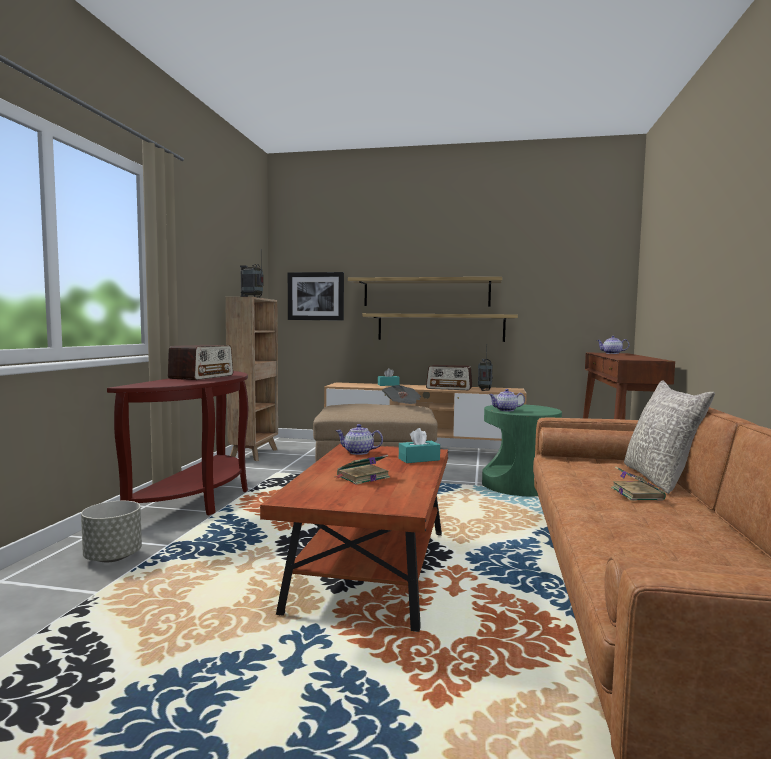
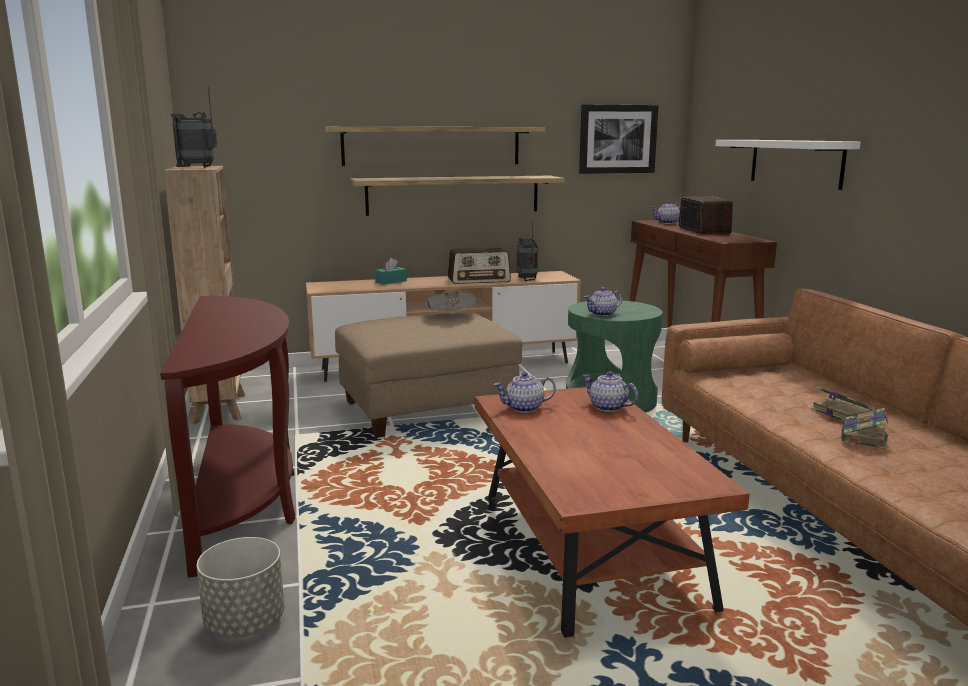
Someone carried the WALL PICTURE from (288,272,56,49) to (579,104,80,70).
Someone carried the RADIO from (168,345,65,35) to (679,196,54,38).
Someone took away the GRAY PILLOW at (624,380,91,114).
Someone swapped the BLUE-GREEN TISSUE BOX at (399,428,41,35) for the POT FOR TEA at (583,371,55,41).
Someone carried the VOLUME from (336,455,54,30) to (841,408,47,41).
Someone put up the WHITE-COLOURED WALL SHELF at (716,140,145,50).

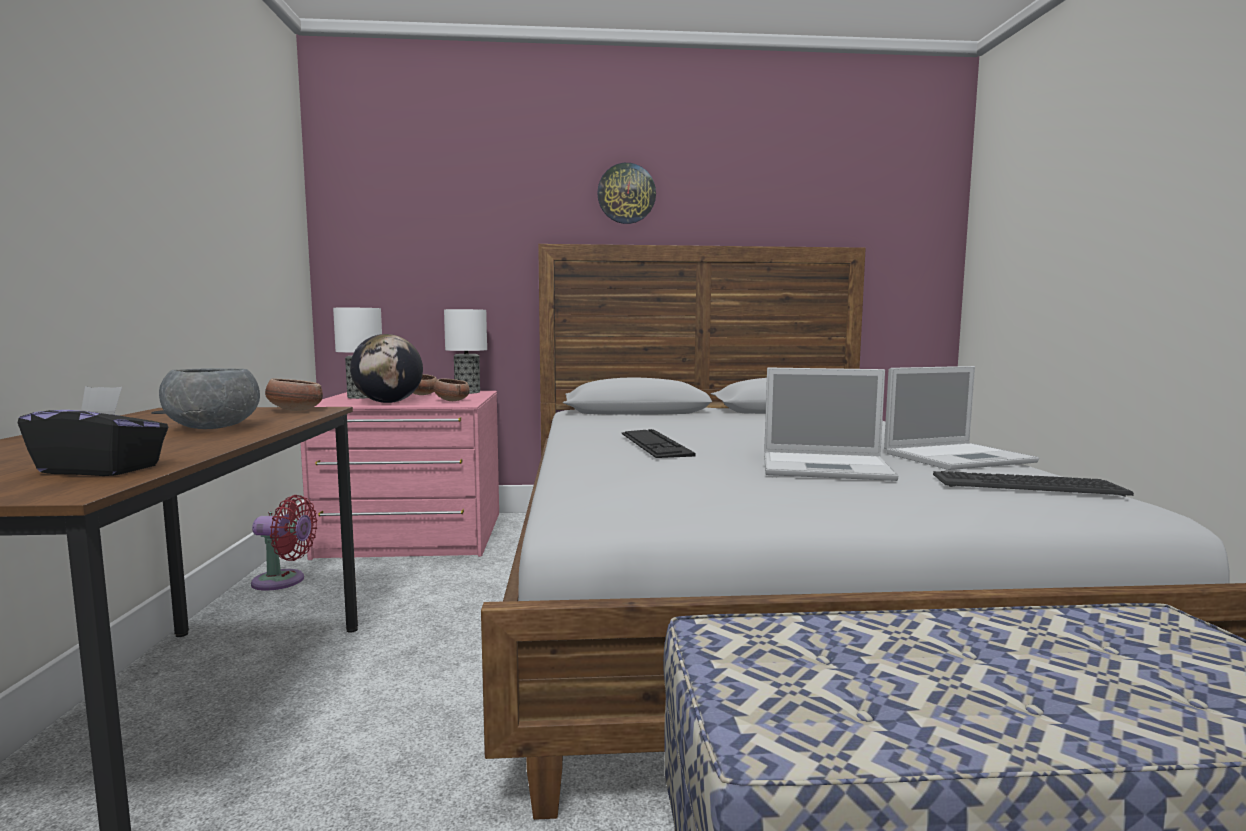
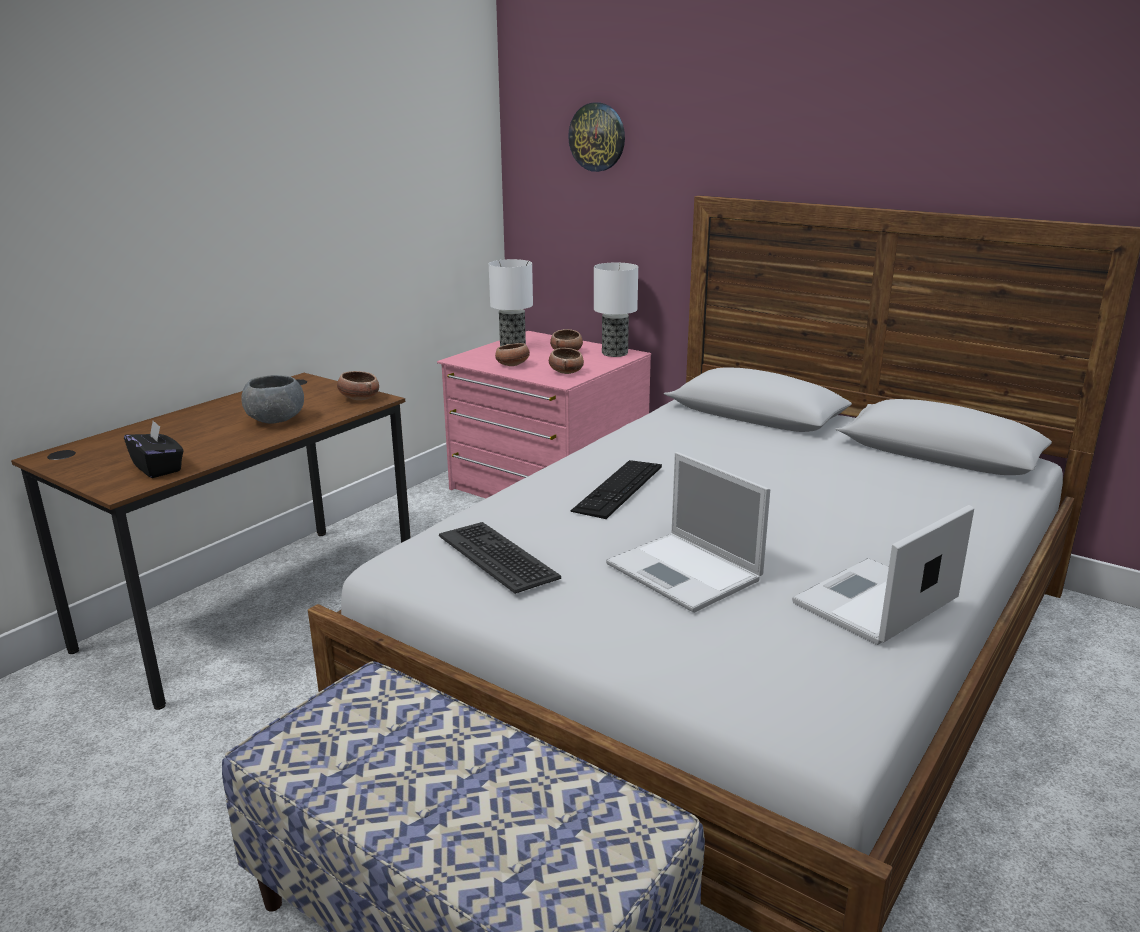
Someone carried the WALL CLOCK from (597,163,59,61) to (568,103,57,69).
Someone swapped the GLOBE at (350,334,73,69) for the BOWL at (495,343,35,23).
Someone rotated the PORTABLE COMPUTER at (884,366,155,104) by 120 degrees clockwise.
Someone carried the COMPUTER KEYBOARD from (933,471,201,26) to (439,522,122,72).
Someone took away the REDDISH COOLING FAN at (251,495,67,96).

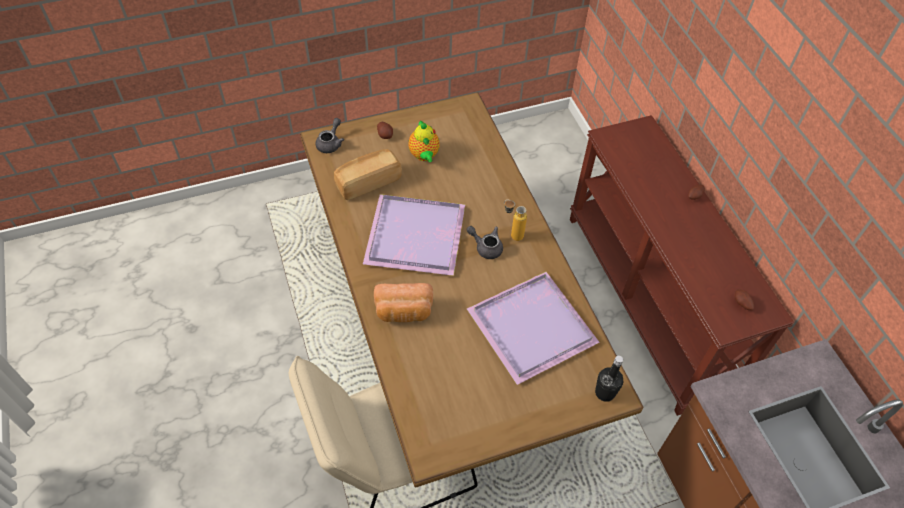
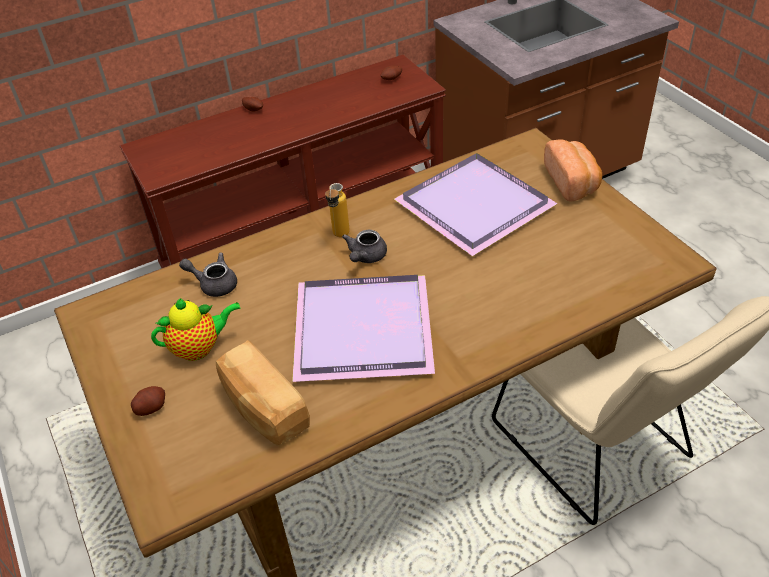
Someone carried the GRAY POT FOR TEA from (316,118,28,35) to (179,253,58,44).
Someone carried the BAKED BREAD from (374,283,59,39) to (544,139,58,63).
Someone took away the BLACK BOTTLE at (595,355,29,47).

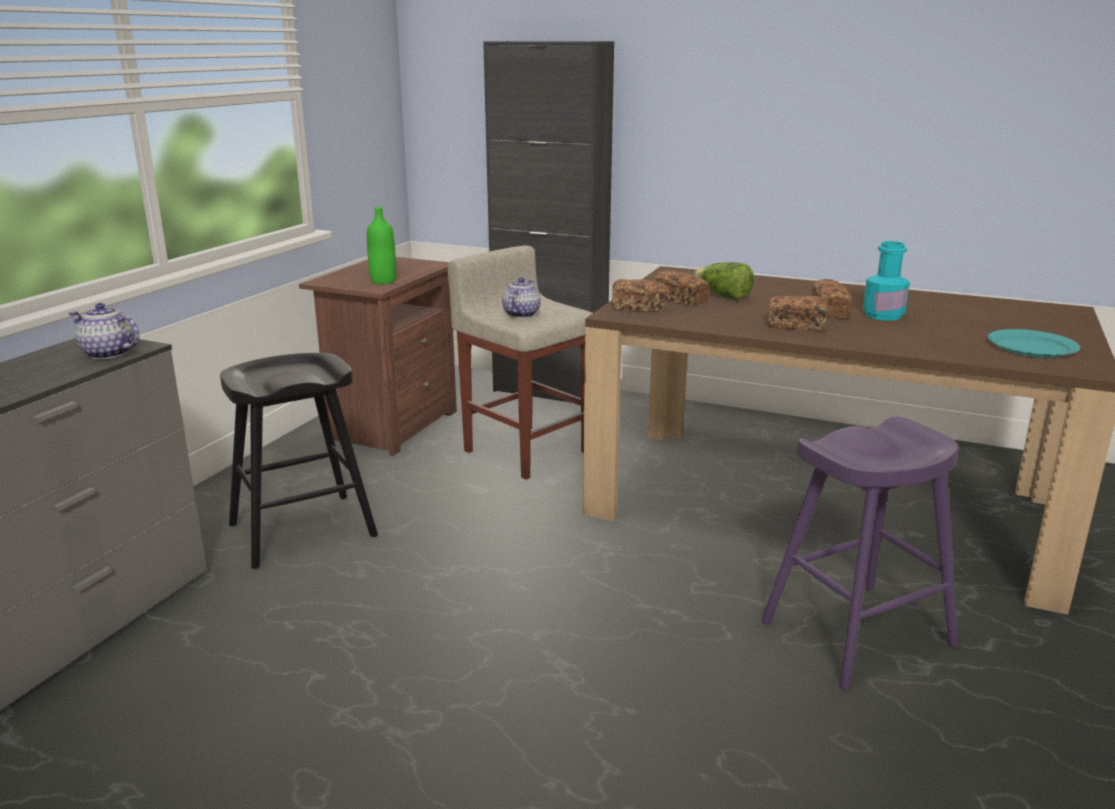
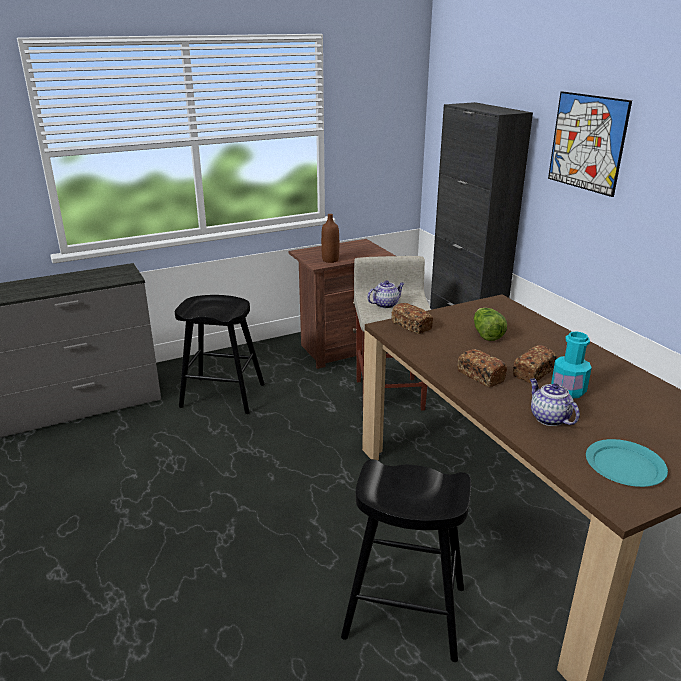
Someone repainted the GREEN BOTTLE at (367,207,29,77), which became the BROWN BOTTLE at (321,214,18,49).
Someone took away the BAKED BREAD at (653,270,56,36).
Someone carried the POT FOR TEA from (68,303,71,56) to (530,378,50,48).
Someone repainted the PURPLE STOOL at (762,416,197,274), which became the BLACK STOOL at (341,459,130,203).
Someone put up the WALL PICTURE at (548,91,84,106).

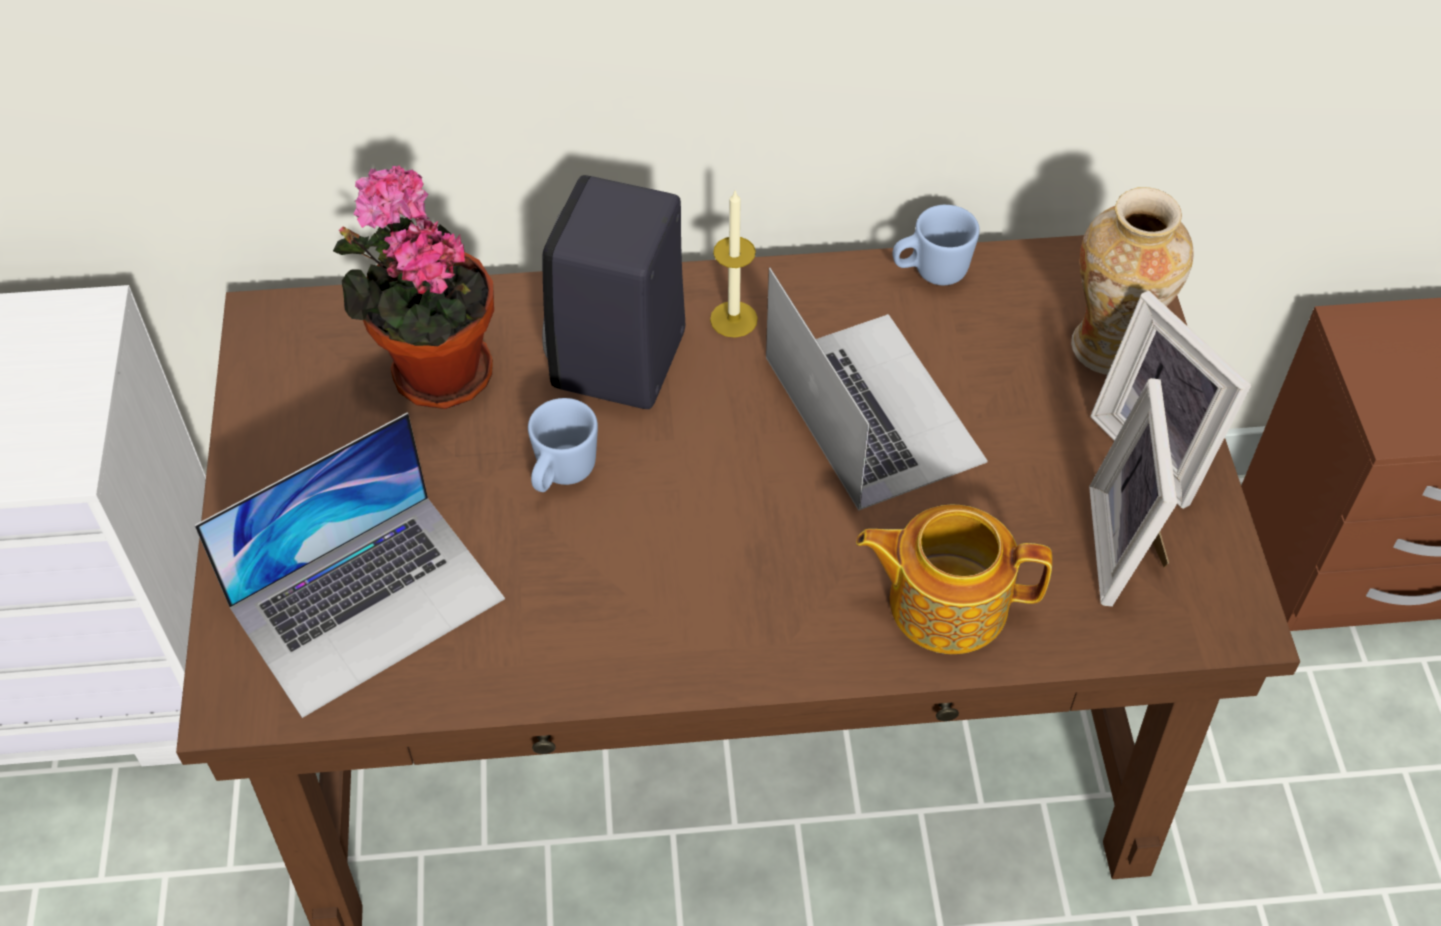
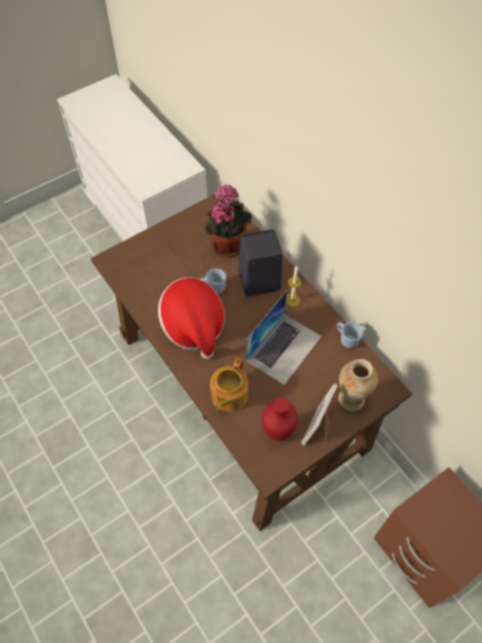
Someone swapped the PICTURE FRAME at (1089,378,88,229) for the REDDISH DECORATIVE VASE at (262,397,36,44).
Someone took away the PORTABLE COMPUTER at (194,412,311,306).
Someone rotated the POT FOR TEA at (856,504,196,150) by 135 degrees counterclockwise.
Someone put down the HAT at (158,277,67,82).

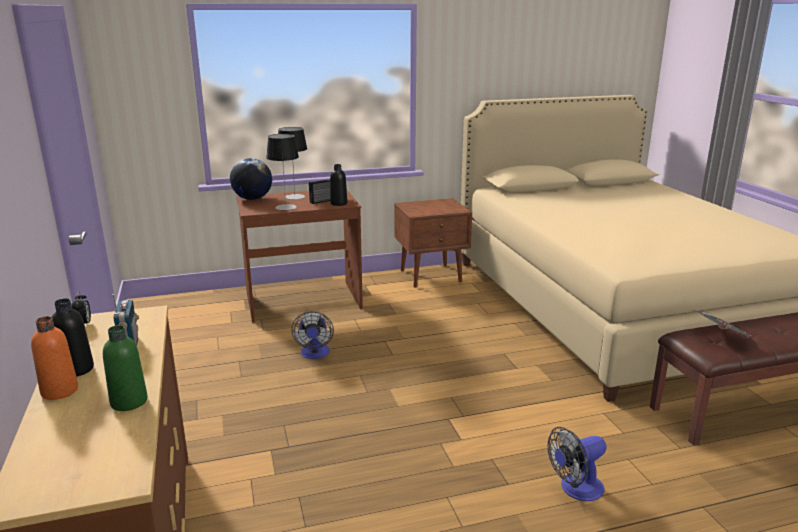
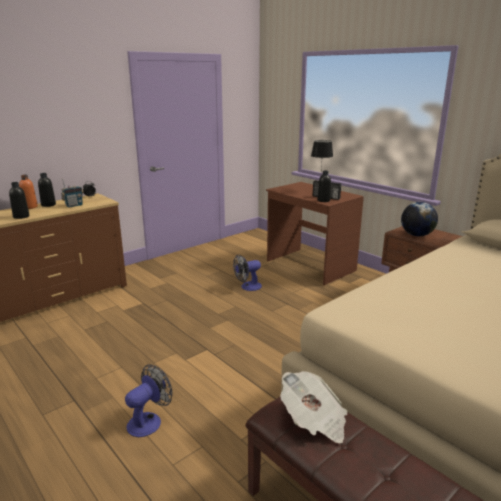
Someone took away the TABLETOP LAMP at (266,134,33,76).
Someone carried the GLOBE from (230,158,42,42) to (401,202,37,34).
Someone repainted the GREEN BOTTLE at (103,325,45,86), which became the BLACK BOTTLE at (9,182,20,37).
Someone rotated the COOLING FAN at (547,427,60,74) by 90 degrees clockwise.

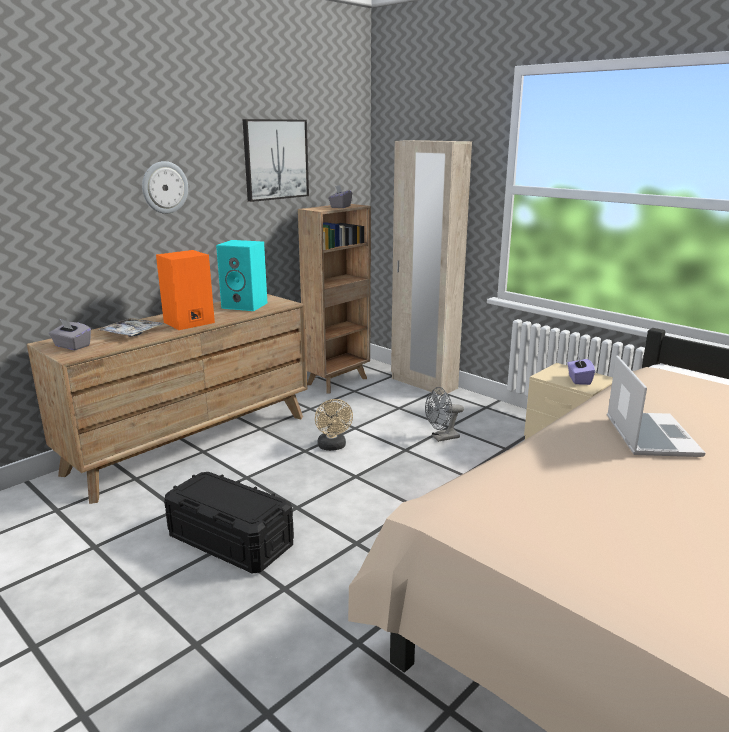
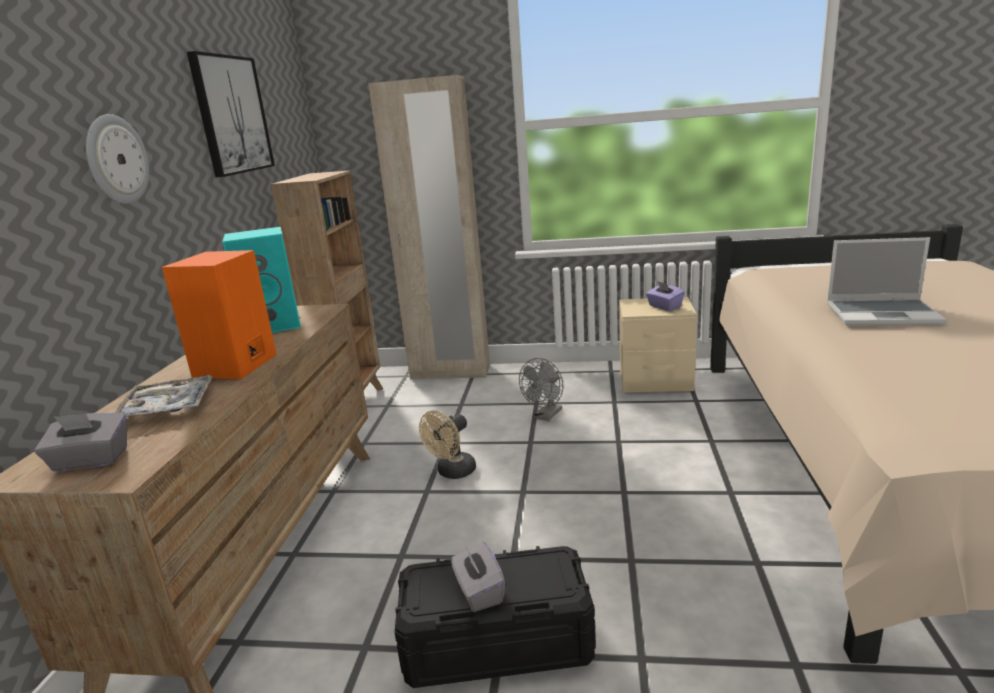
Someone carried the GRAY TISSUE BOX from (328,185,24,23) to (451,542,54,70).
Someone rotated the PORTABLE COMPUTER at (607,355,98,102) by 135 degrees clockwise.
Someone rotated the BEIGE COOLING FAN at (315,399,38,52) by 90 degrees clockwise.

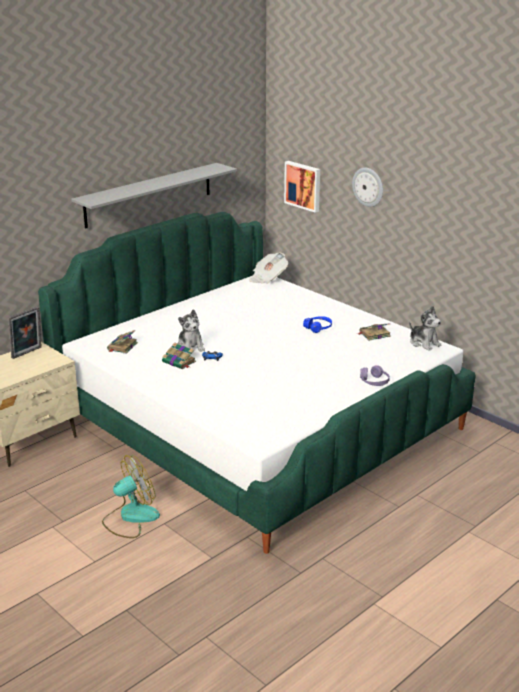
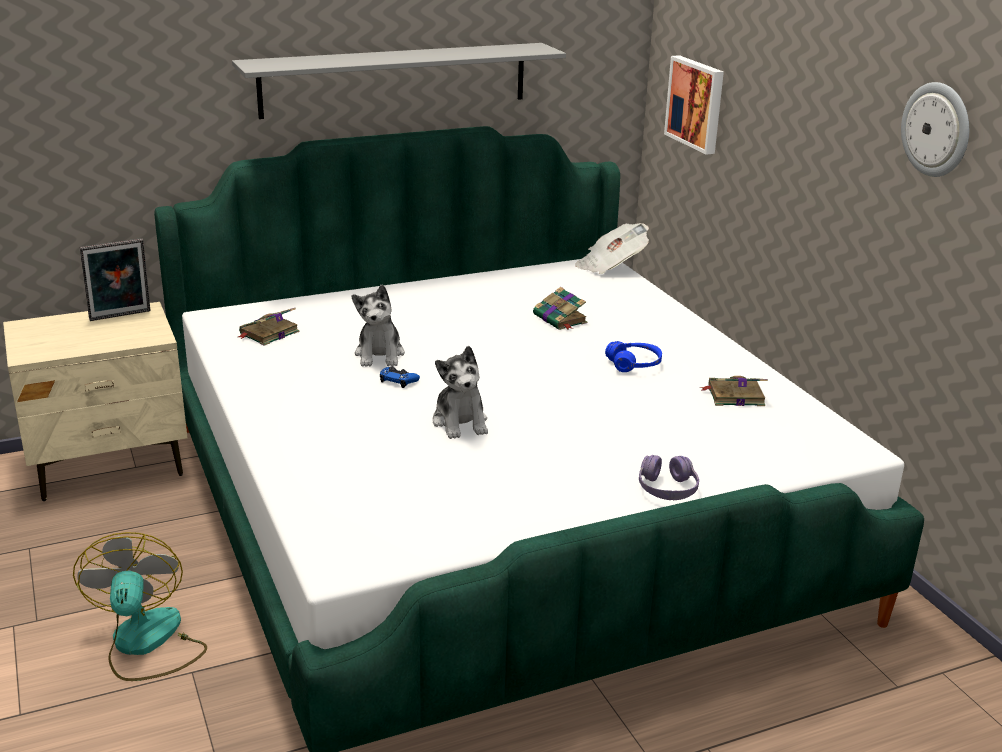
Someone carried the WALL CLOCK from (352,168,31,39) to (901,82,68,95).
Someone carried the PLUSH TOY from (409,306,33,45) to (433,346,55,93).
Someone carried the VOLUME from (162,342,34,27) to (533,287,54,43).
Someone rotated the COOLING FAN at (102,455,58,83) by 90 degrees counterclockwise.

